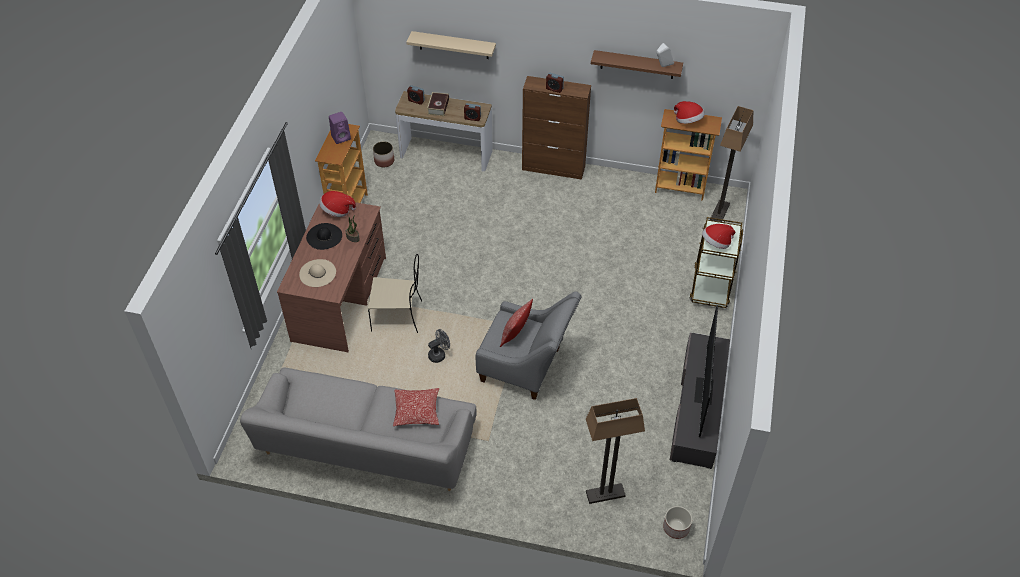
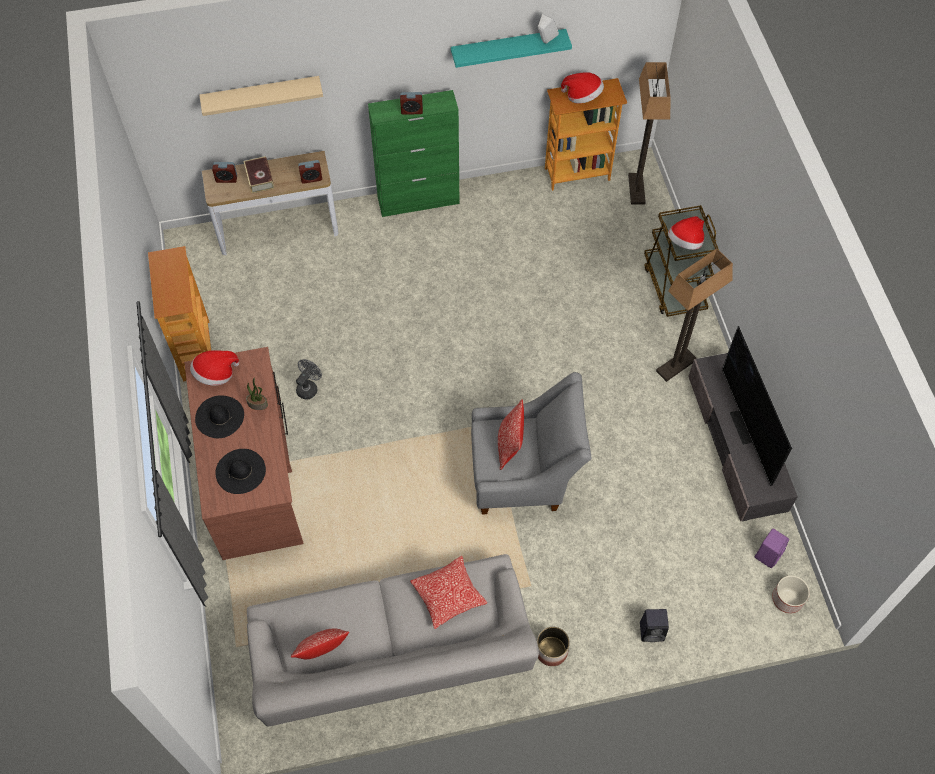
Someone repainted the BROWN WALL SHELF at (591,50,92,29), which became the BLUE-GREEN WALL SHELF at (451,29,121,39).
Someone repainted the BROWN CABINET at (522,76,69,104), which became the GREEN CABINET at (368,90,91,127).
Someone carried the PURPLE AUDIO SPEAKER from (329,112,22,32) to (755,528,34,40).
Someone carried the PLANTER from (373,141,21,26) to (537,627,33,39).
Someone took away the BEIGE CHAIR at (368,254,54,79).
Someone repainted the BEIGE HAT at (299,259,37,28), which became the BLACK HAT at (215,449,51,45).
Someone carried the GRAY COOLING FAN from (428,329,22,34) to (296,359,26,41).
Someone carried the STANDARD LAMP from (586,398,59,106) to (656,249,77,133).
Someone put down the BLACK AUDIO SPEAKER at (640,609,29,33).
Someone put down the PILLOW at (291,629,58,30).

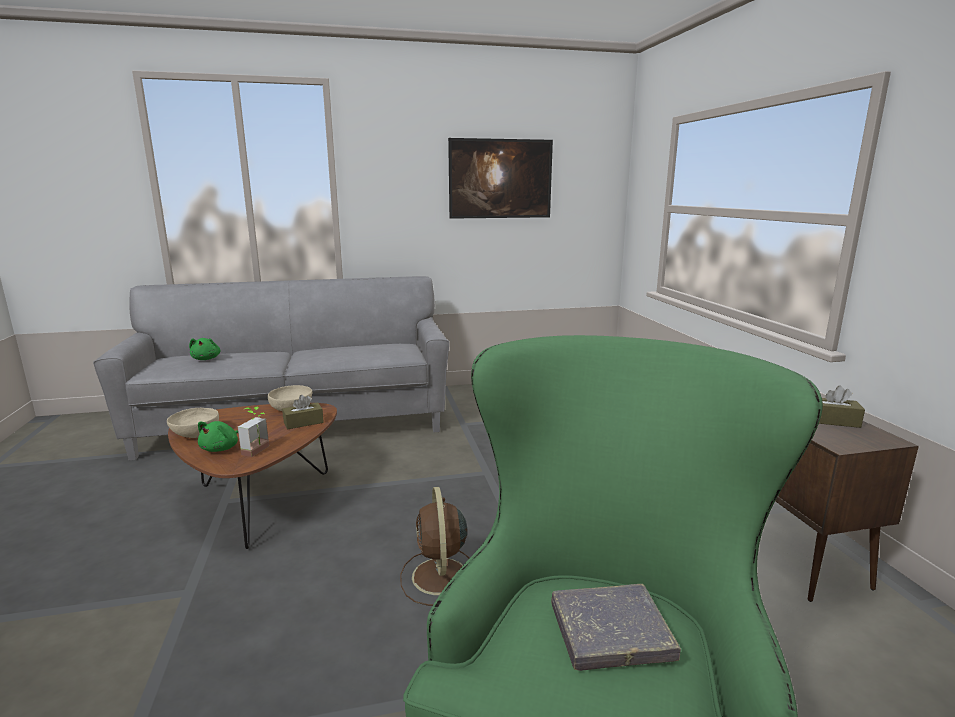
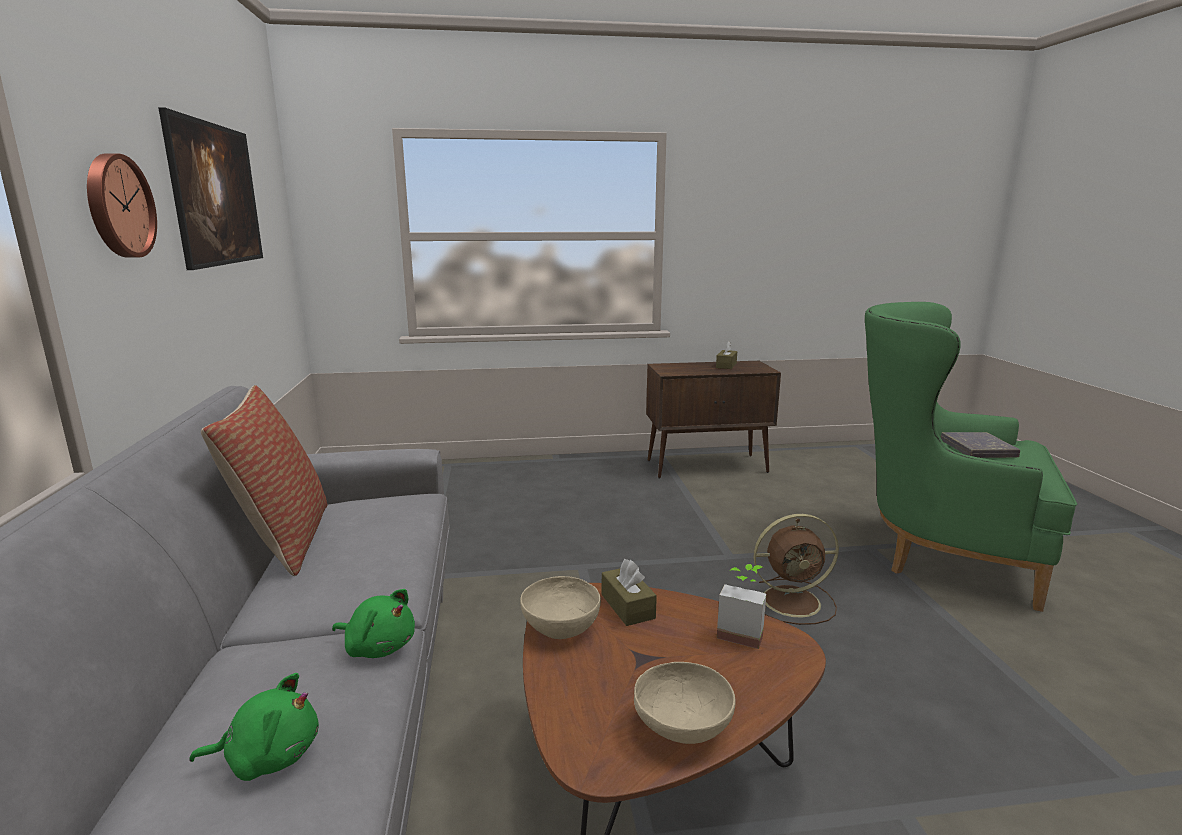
Someone carried the GREEN PLUSH TOY from (198,421,40,31) to (332,589,83,69).
Someone put up the WALL CLOCK at (87,153,70,105).
Someone put down the PILLOW at (201,385,126,191).

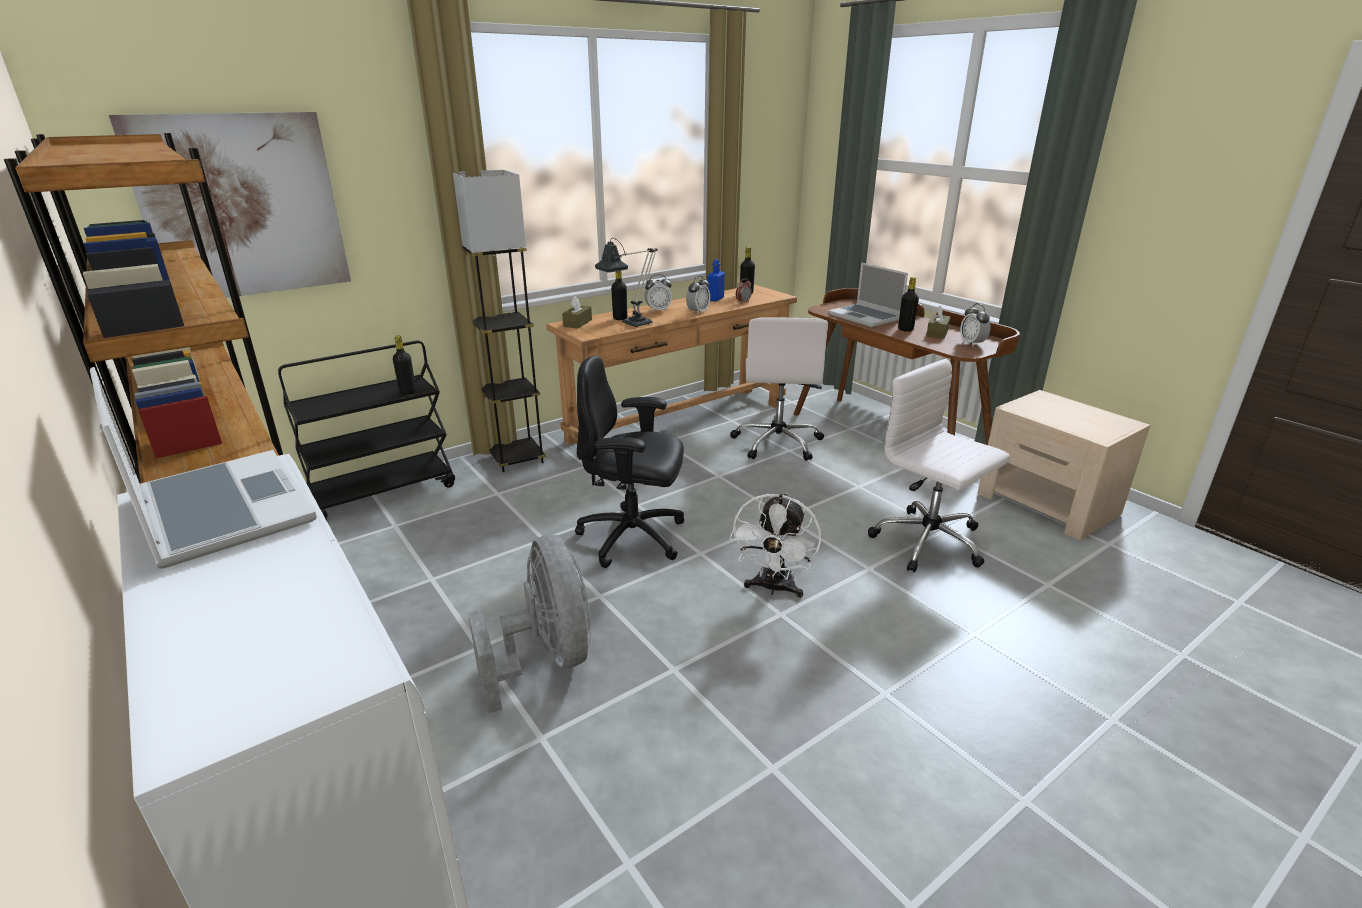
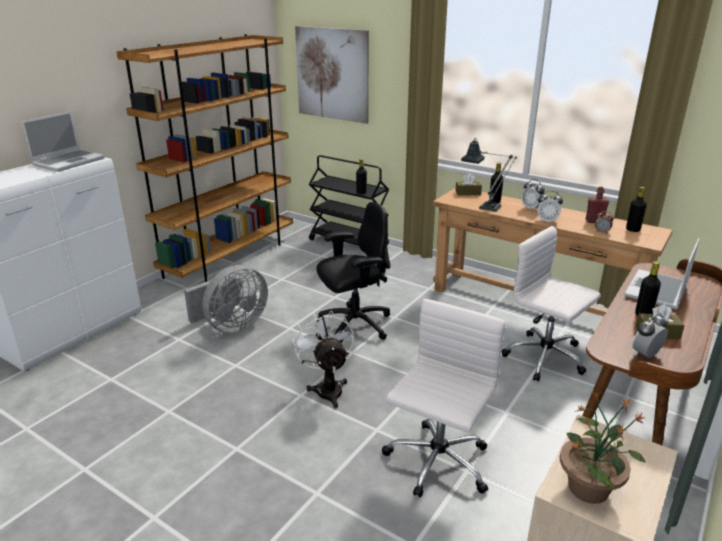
Someone took away the GRAY STANDARD LAMP at (453,170,93,302).
Someone repainted the BLUISH BOTTLE at (707,259,18,42), which became the REDDISH BOTTLE at (586,187,23,36).
Someone rotated the WHITE-COLOURED OFFICE CHAIR at (730,317,98,144) by 60 degrees clockwise.
Someone rotated the BLACK OFFICE CHAIR at (575,355,109,213) by 75 degrees clockwise.
Someone rotated the WHITE-COLOURED COOLING FAN at (729,493,92,105) by 75 degrees clockwise.
Someone put down the POTTED PLANT at (560,392,85,112).

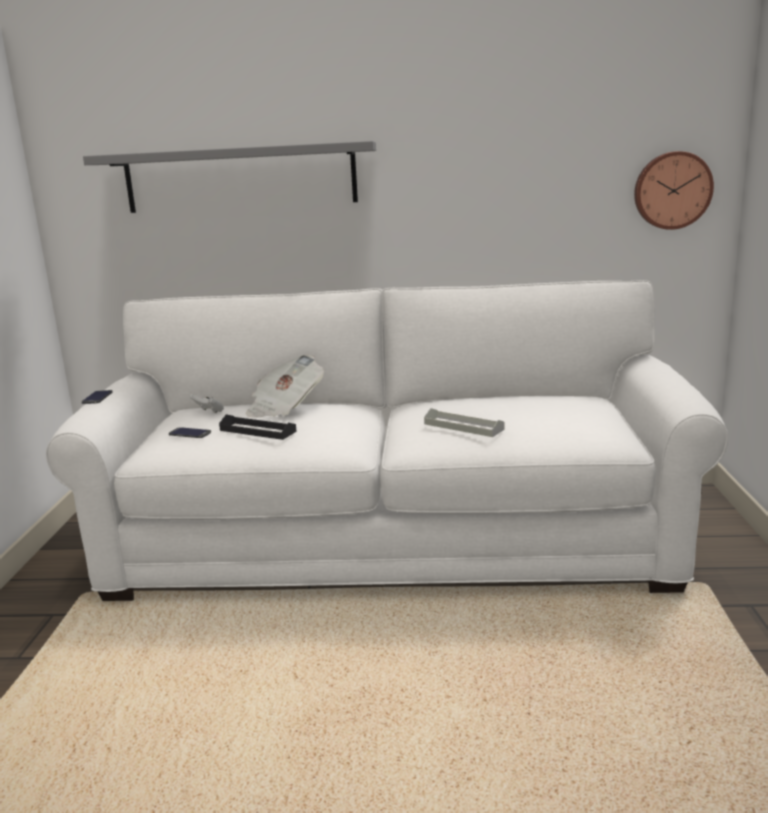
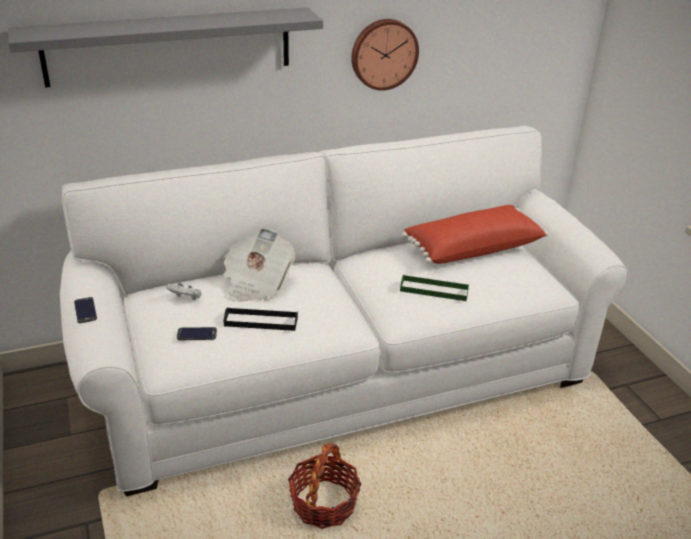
Someone carried the WALL CLOCK from (634,151,80,79) to (351,19,68,72).
Someone repainted the GRAY TRAY at (424,408,81,29), which became the GREEN TRAY at (400,275,69,26).
Someone put down the REDDISH PILLOW at (402,205,146,59).
Someone put down the HOUSEHOLD BASKET at (288,444,74,85).

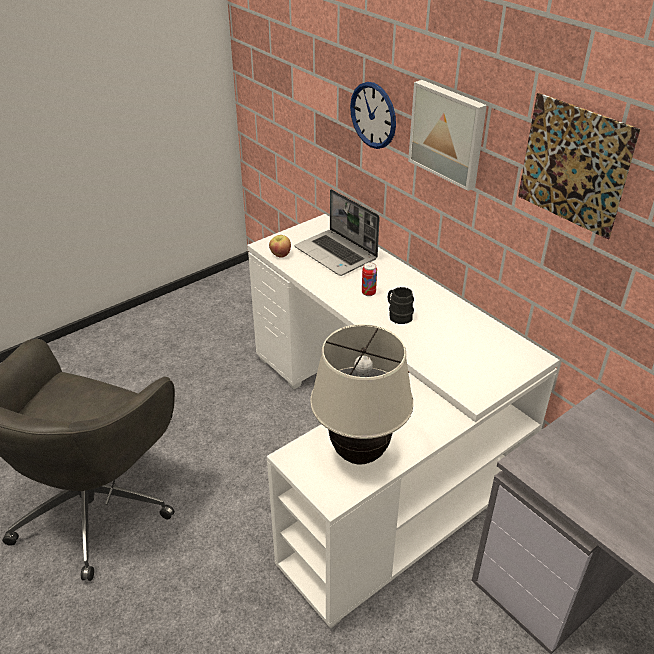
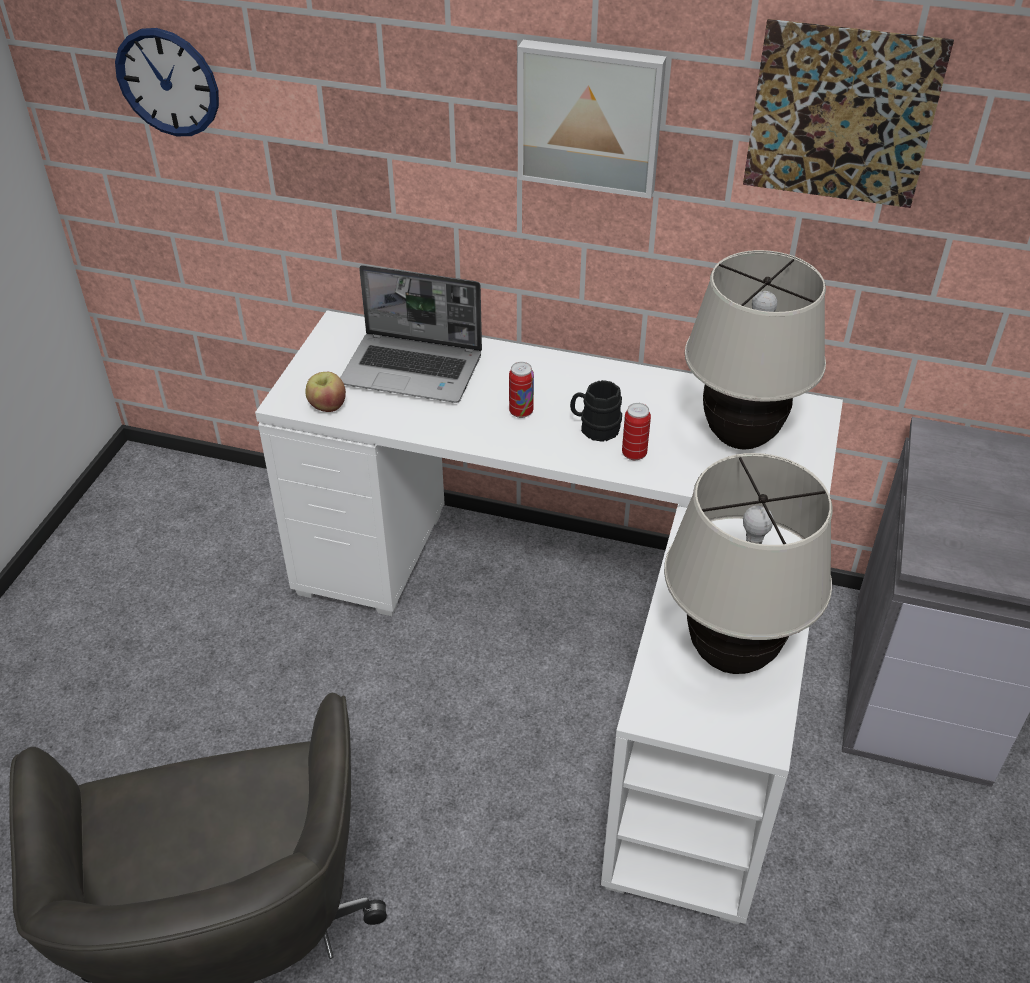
Someone carried the WALL CLOCK from (350,82,46,67) to (115,28,104,108).
Someone put down the BEIGE TABLETOP LAMP at (685,250,141,200).
Someone put down the SEALED CAN at (622,403,29,57).

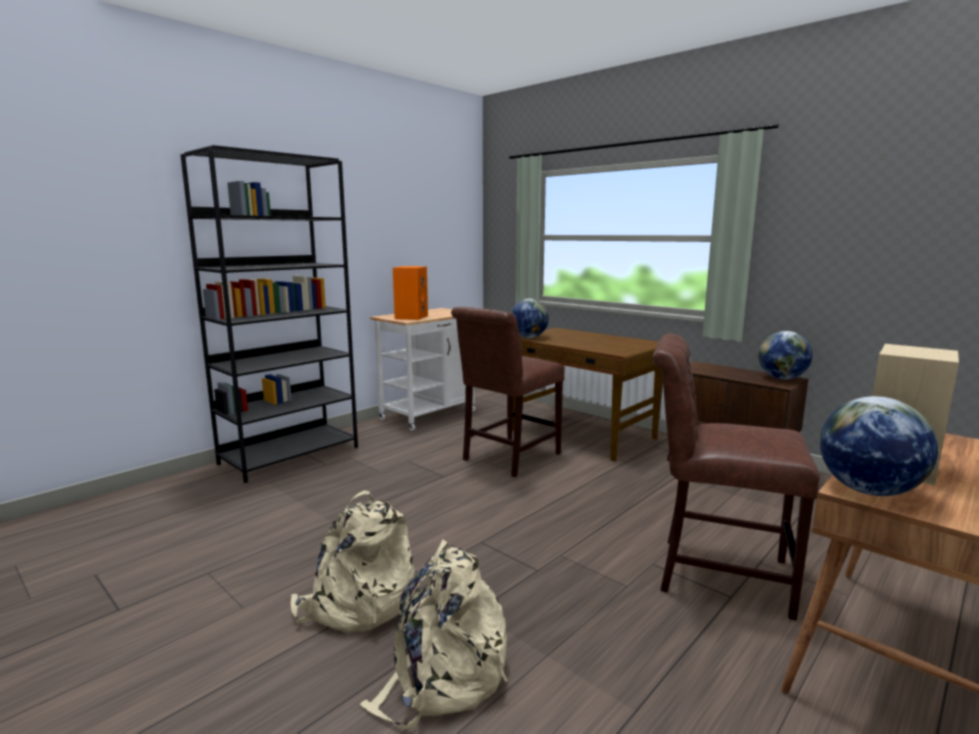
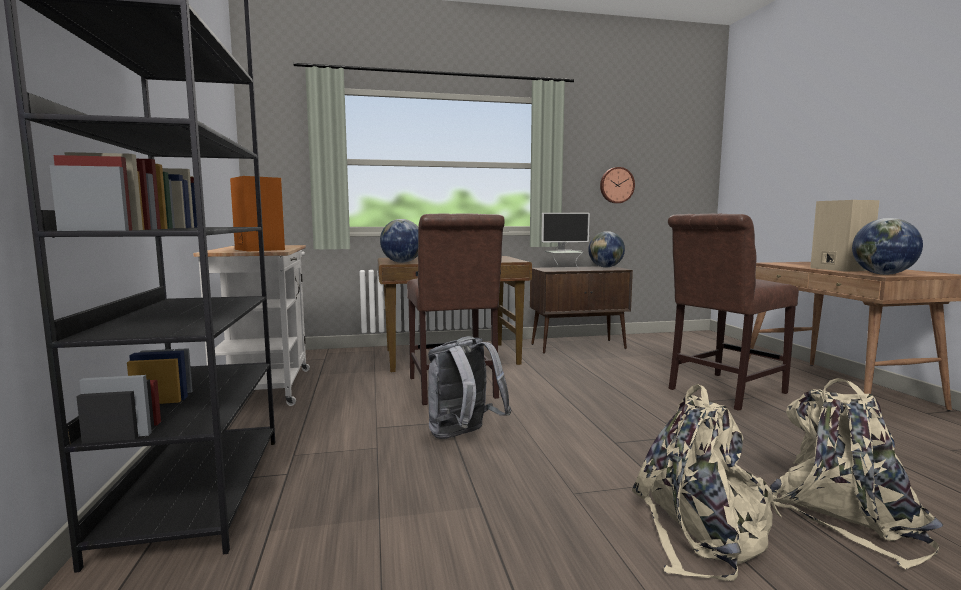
Someone put up the WALL CLOCK at (600,167,35,36).
Someone put down the COMPUTER SCREEN at (541,213,49,56).
Someone put down the GRAY RUCKSACK at (428,336,84,103).

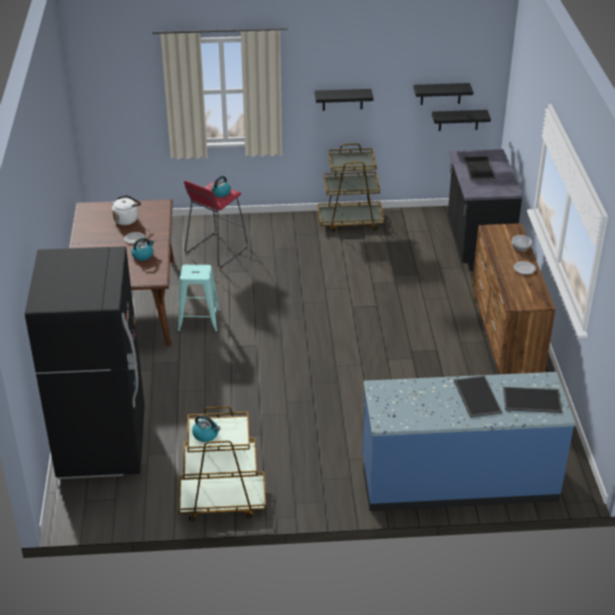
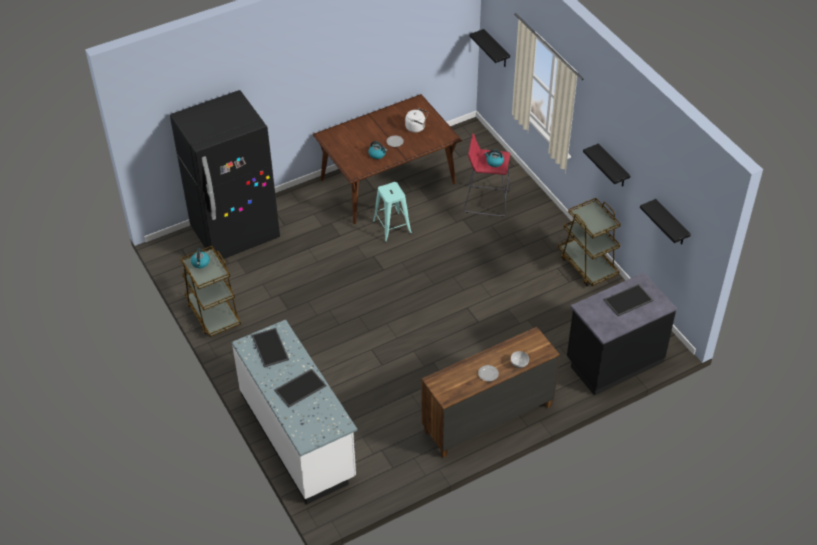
Someone carried the BLACK WALL SHELF from (432,110,59,21) to (469,29,41,38).
Someone repainted the BLUISH COUNTER at (362,372,213,139), which became the WHITE-COLOURED COUNTER at (232,320,125,184).
Someone carried the TRAY from (503,387,59,26) to (252,328,37,40).

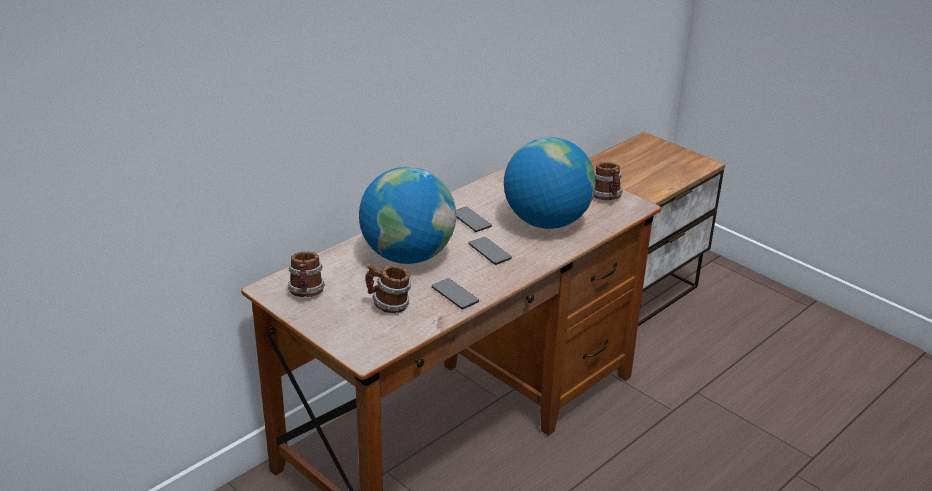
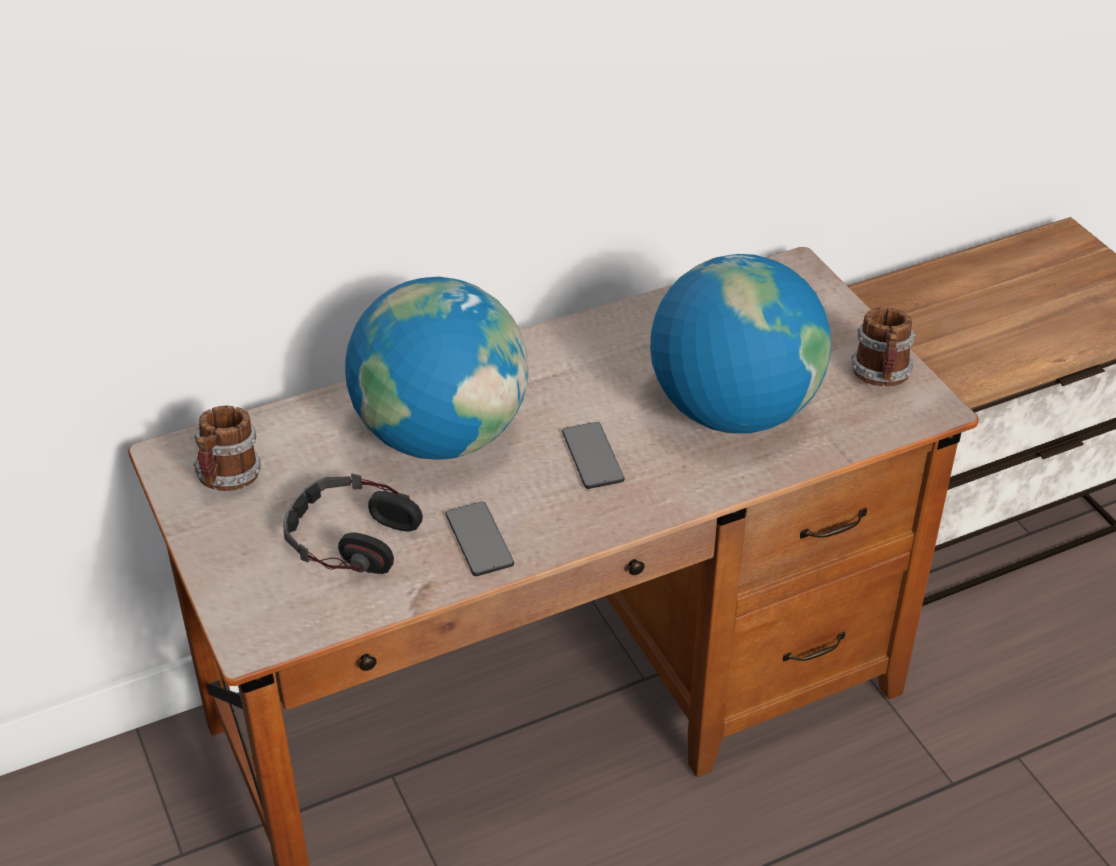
Someone took away the HANDSET at (456,207,36,25).
Someone swapped the MUG at (365,264,46,49) for the HEADSET at (283,473,140,101).

